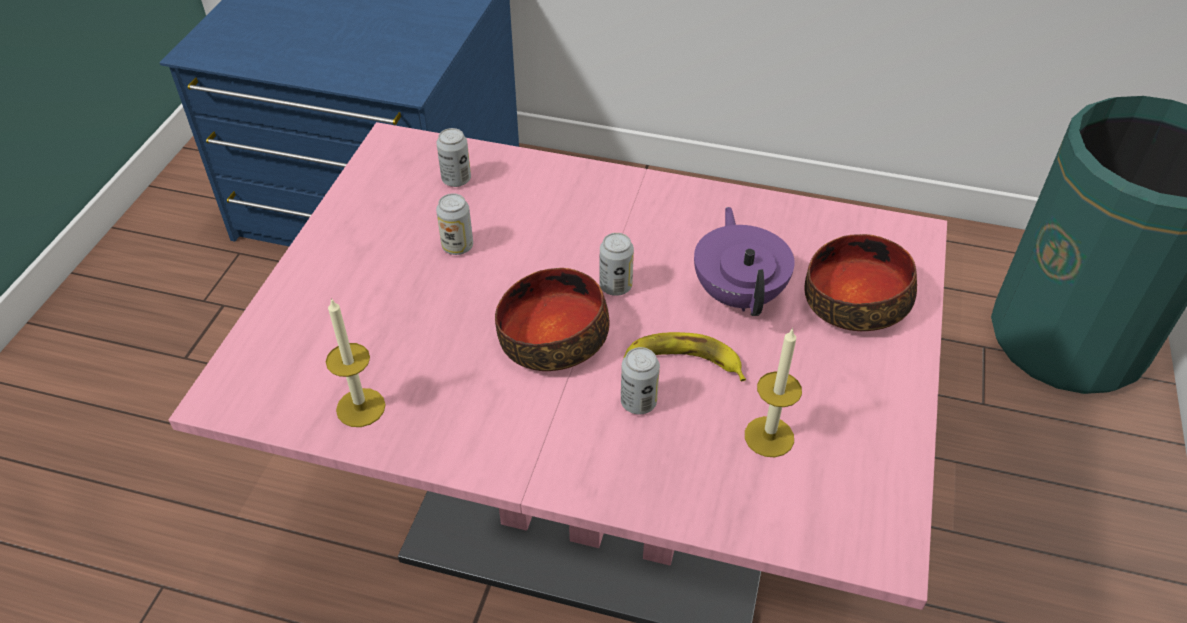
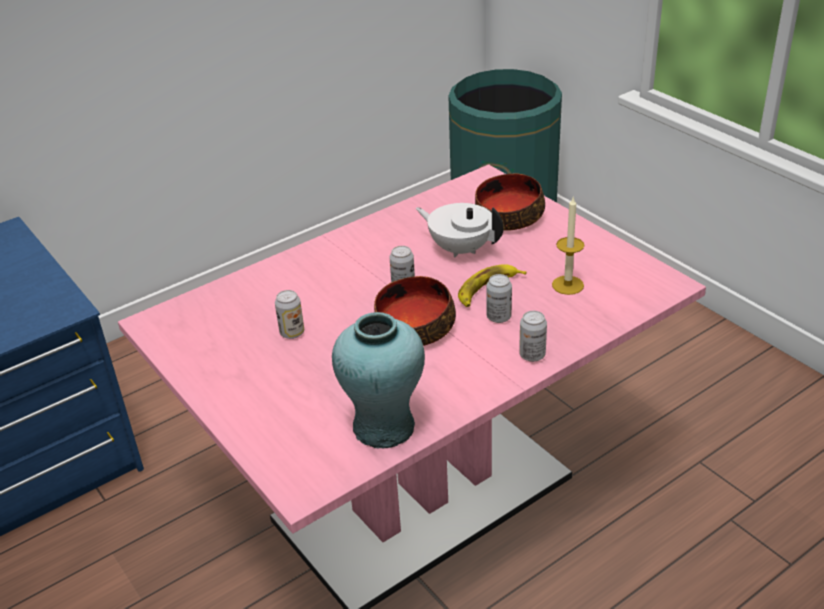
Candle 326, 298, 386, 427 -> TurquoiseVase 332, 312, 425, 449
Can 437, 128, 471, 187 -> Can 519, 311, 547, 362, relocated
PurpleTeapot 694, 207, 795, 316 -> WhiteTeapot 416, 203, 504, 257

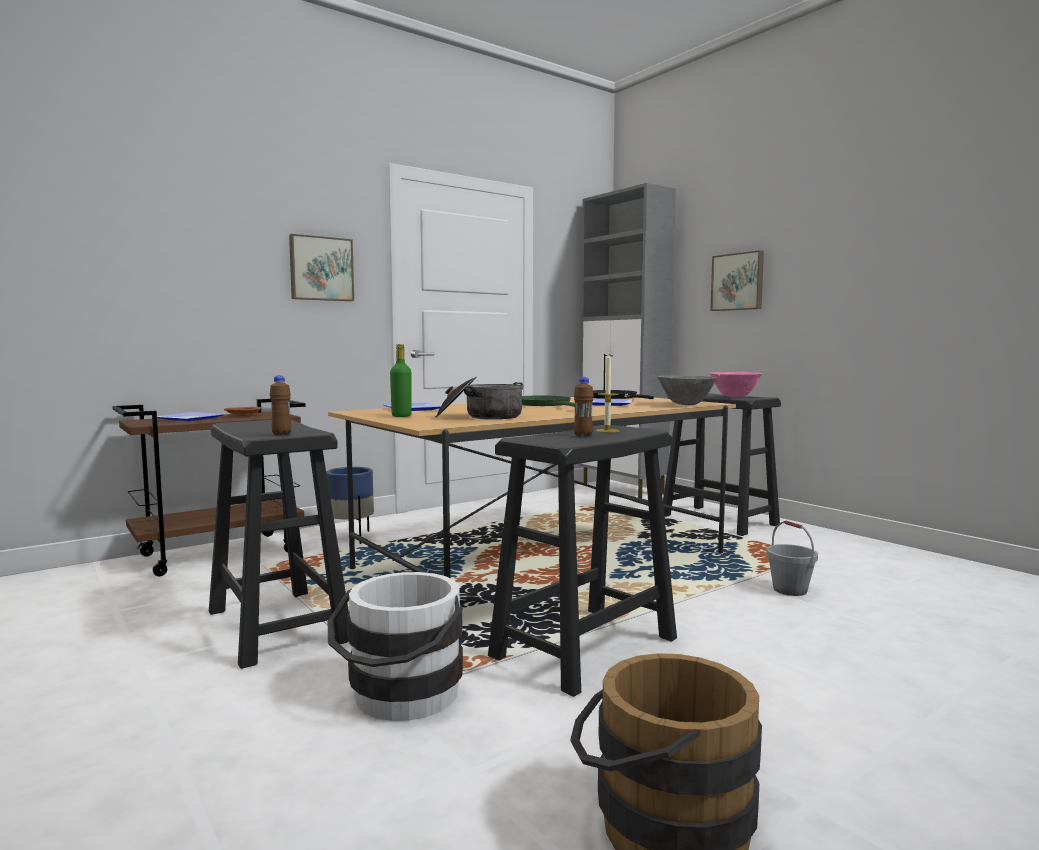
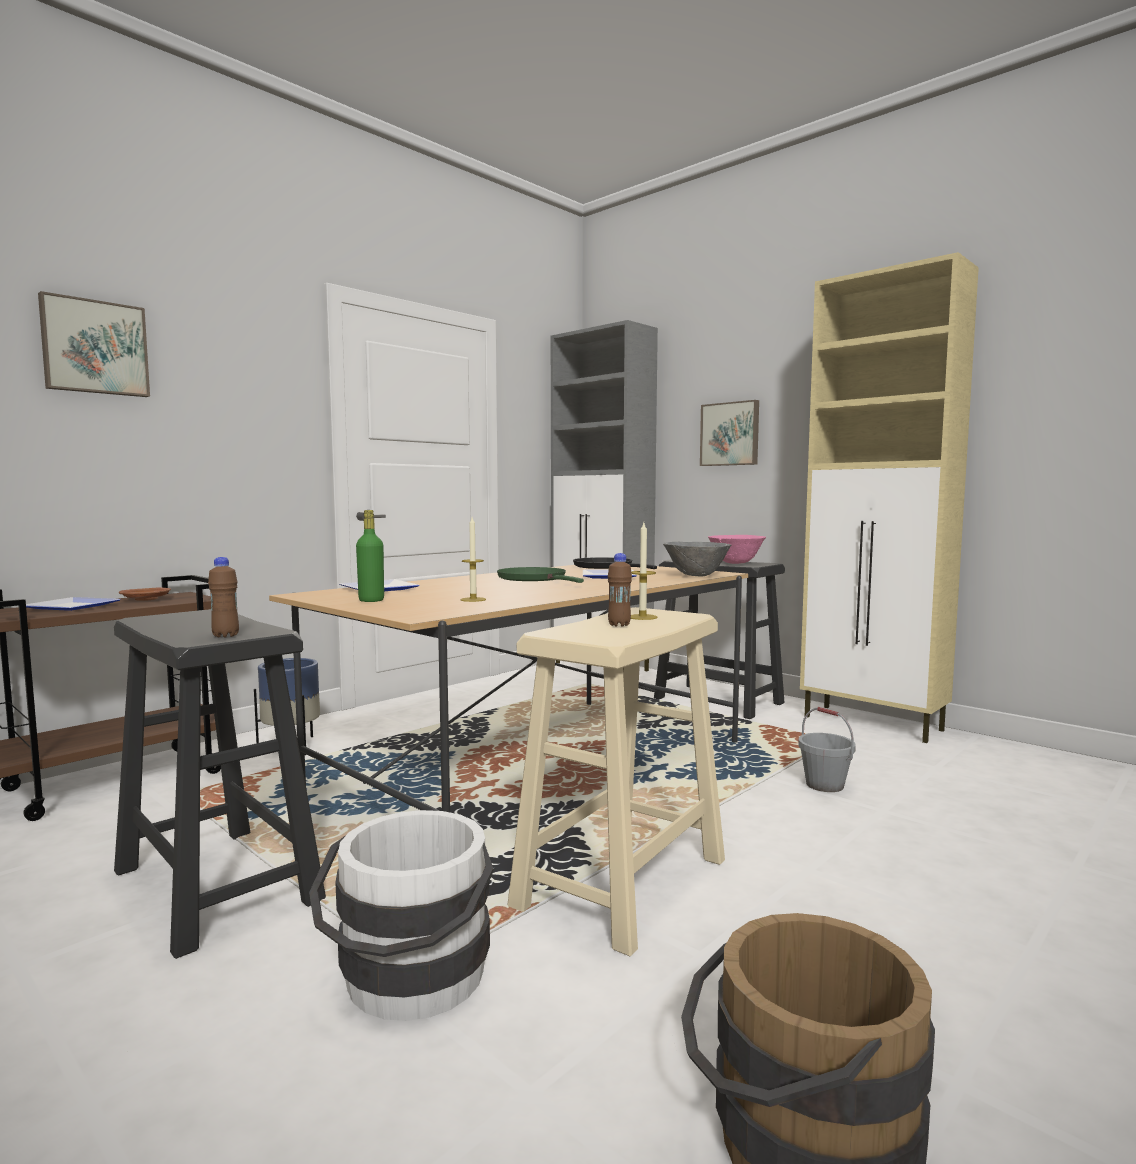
Picture 289, 234, 354, 301 -> Picture 38, 291, 150, 397, relocated
CookingPot 435, 377, 524, 419 -> Candle 461, 517, 486, 602
BlackStool 488, 425, 677, 697 -> BeigeStool 507, 607, 725, 956
none -> BeigeCabinet 800, 252, 979, 743

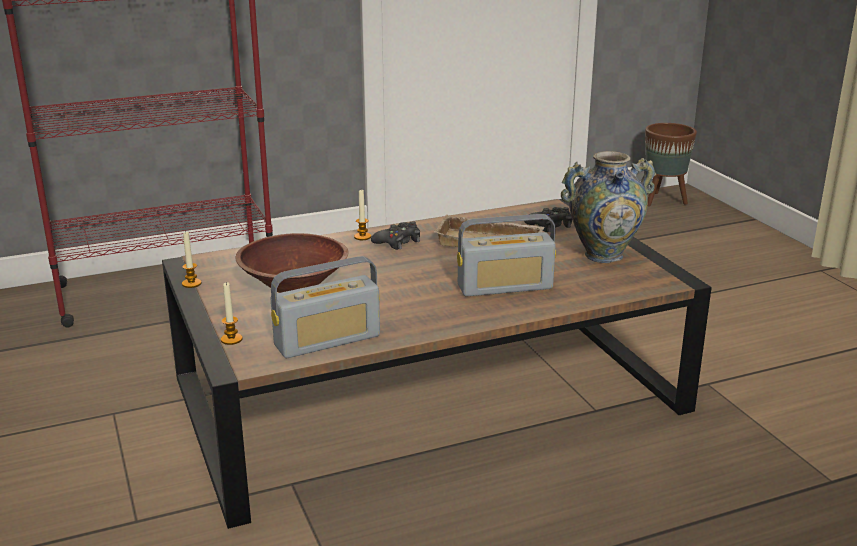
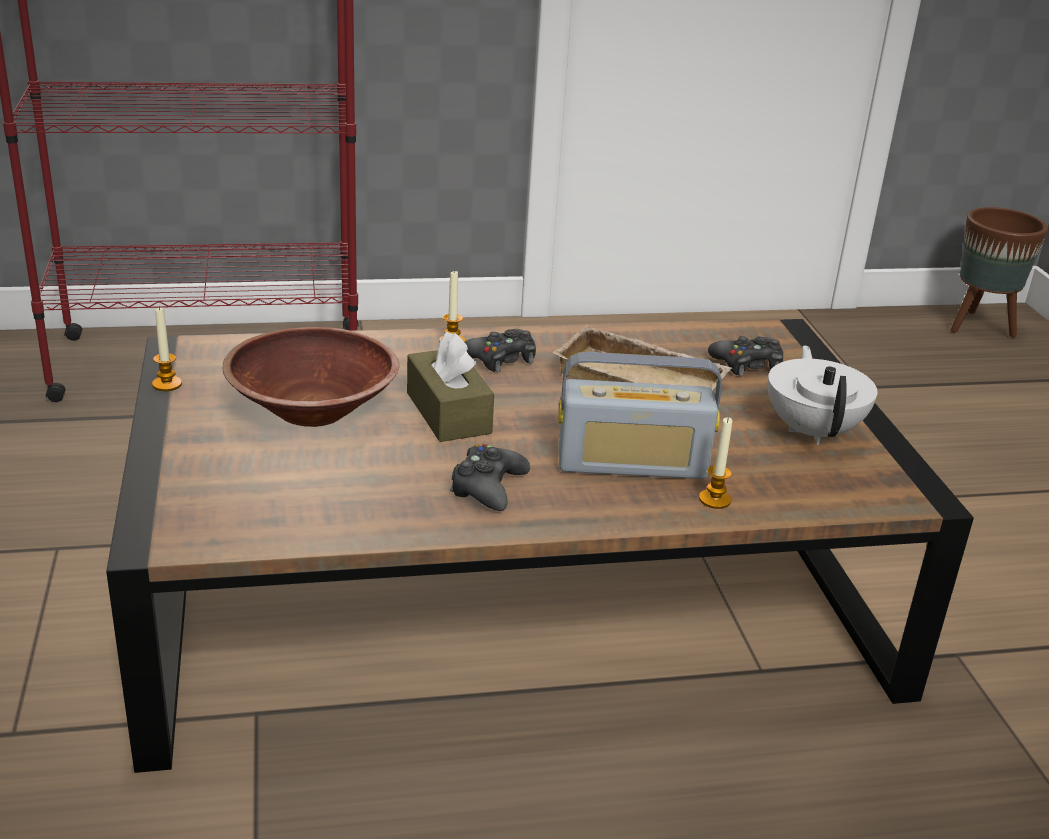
Candle 221, 282, 243, 345 -> Candle 699, 417, 732, 509, relocated
Radio 270, 256, 380, 358 -> none
Vase 561, 151, 656, 263 -> WhiteTeapot 768, 345, 878, 445
none -> BrownTissueBox 407, 332, 494, 442
none -> BlackGameController 450, 444, 530, 511

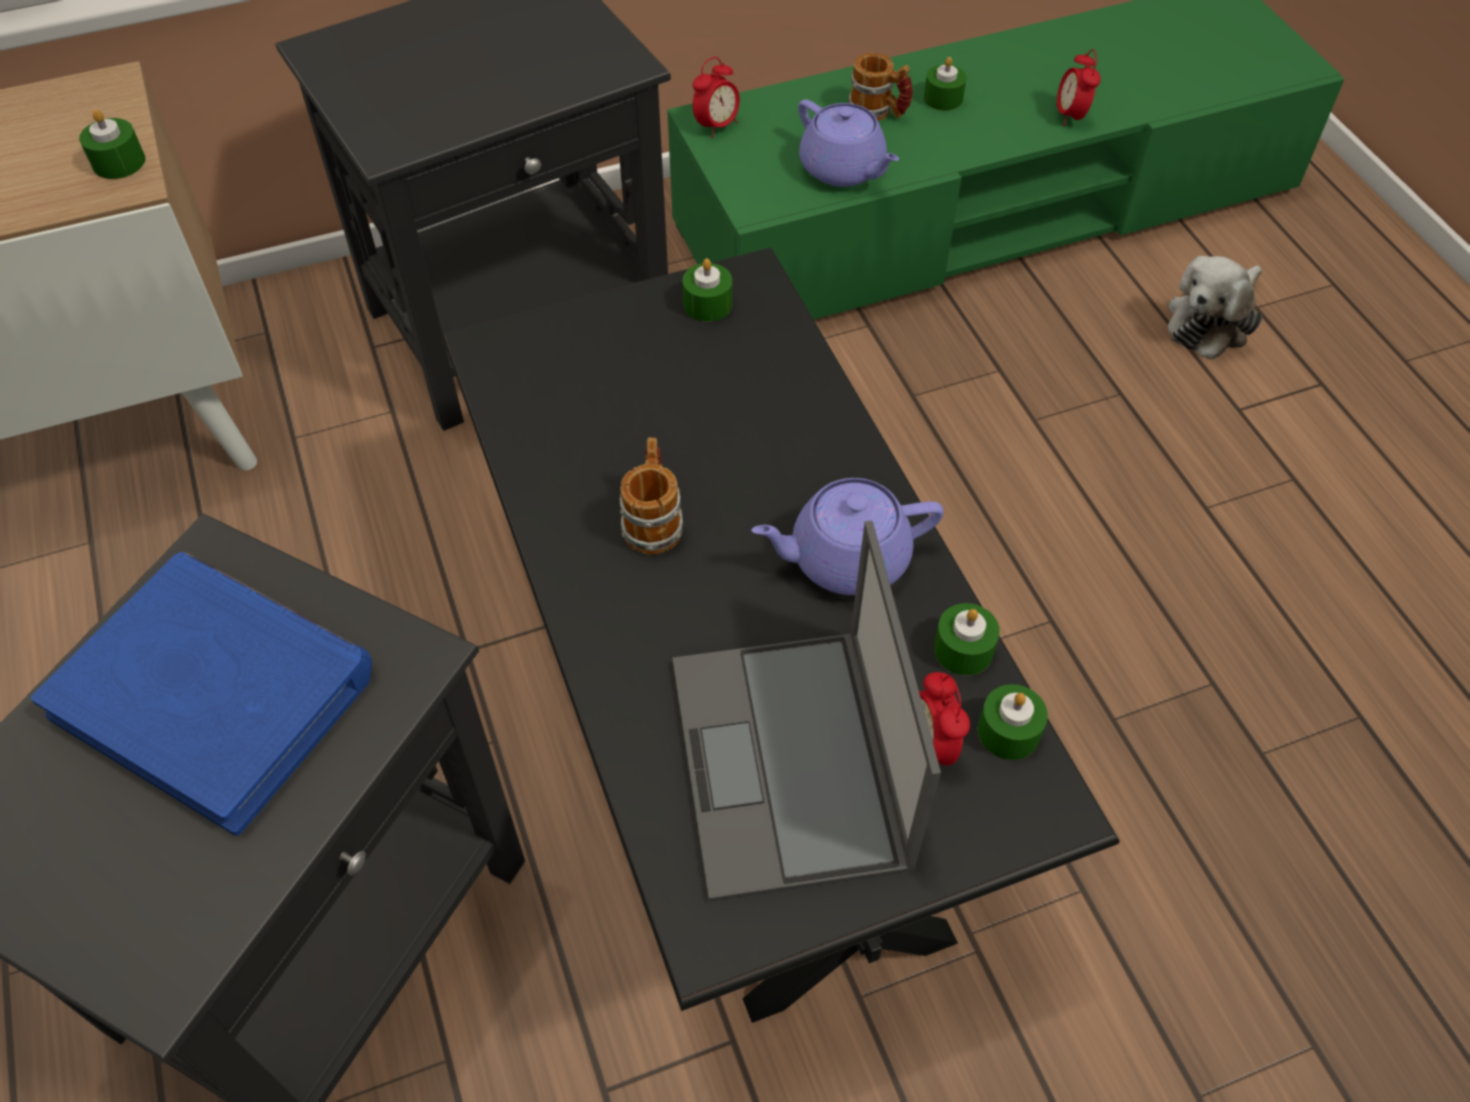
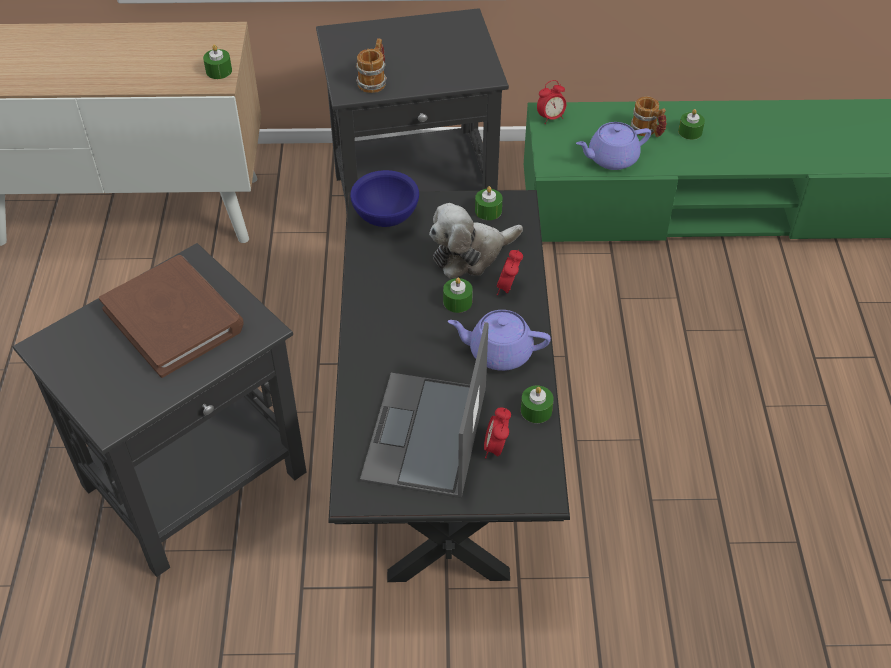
BlueBook 31, 552, 372, 836 -> BrownBook 99, 255, 244, 378
Mug 620, 437, 683, 554 -> Mug 356, 38, 387, 93, relocated
PurpleTeapot 798, 99, 899, 187 -> PurpleTeapot 576, 122, 651, 170, 90 degrees clockwise
GreenCandle 978, 684, 1048, 760 -> GreenCandle 443, 277, 473, 313, relocated
AlarmClock 1056, 49, 1101, 127 -> AlarmClock 496, 250, 523, 295, relocated
PlushToy 1168, 256, 1262, 360 -> PlushToy 429, 203, 523, 278, relocated
none -> BlueBowl 350, 170, 419, 227

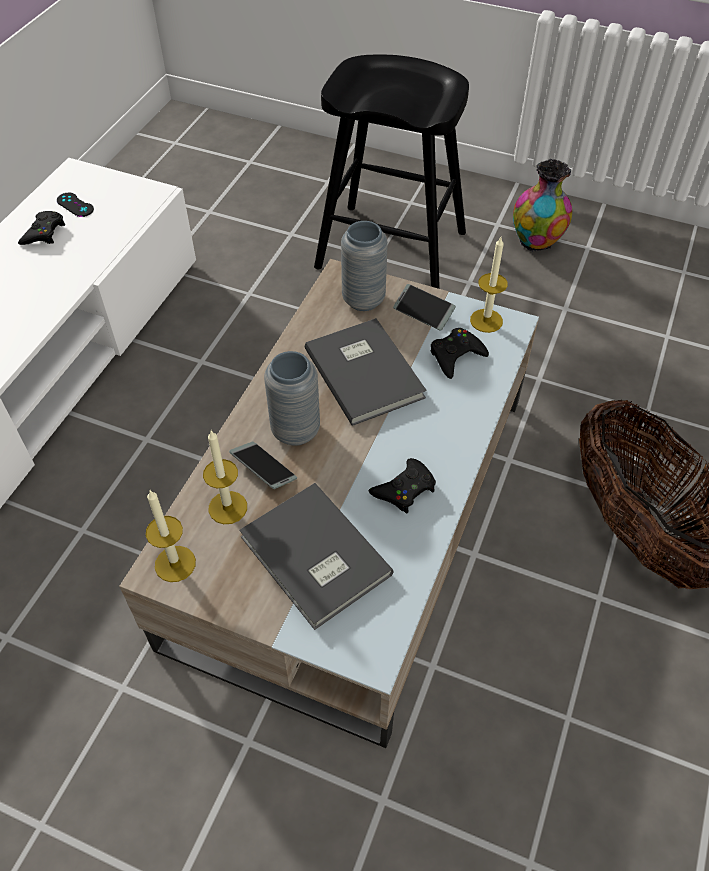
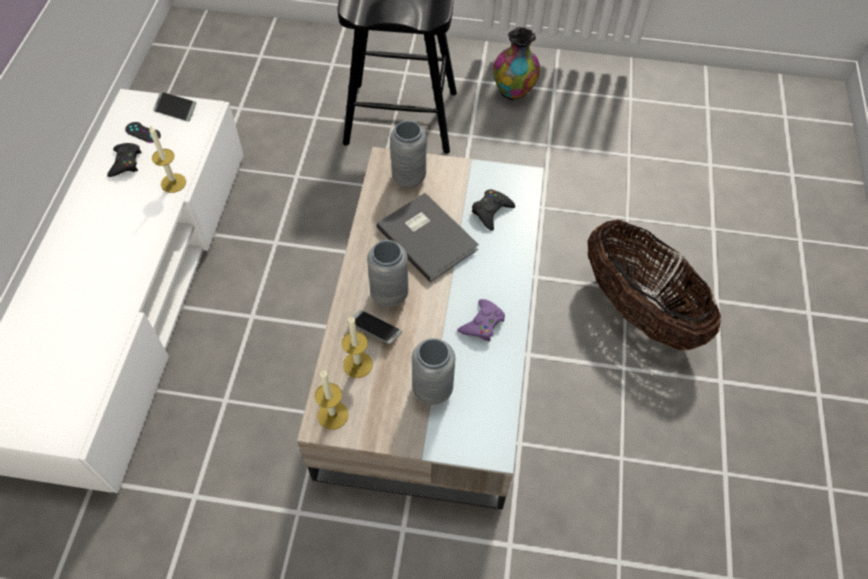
GreyBook 239, 483, 394, 630 -> GreyVase 412, 338, 455, 405
BlackGameController 369, 458, 436, 513 -> PurpleGameController 457, 299, 505, 342
Phone 393, 284, 456, 331 -> Phone 153, 92, 197, 122, relocated
Candle 470, 237, 508, 333 -> Candle 149, 126, 186, 193, relocated

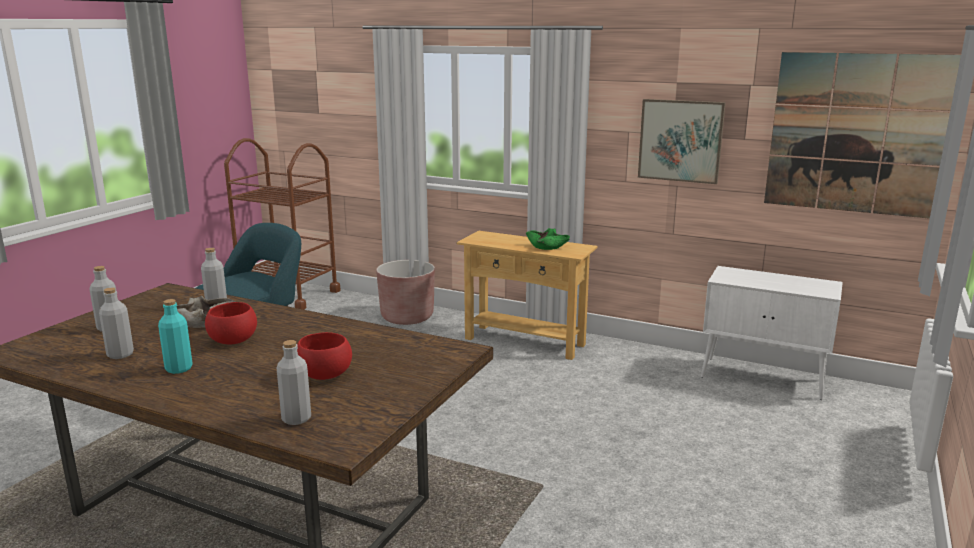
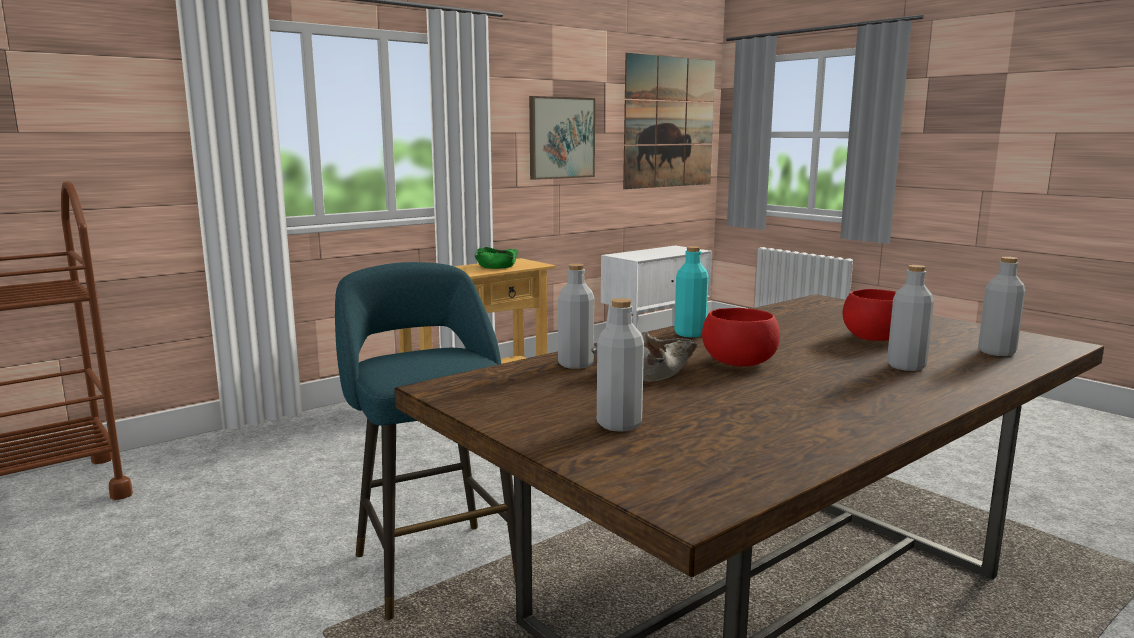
GreyBottle 99, 288, 134, 359 -> GreyBottle 887, 265, 934, 371, relocated
TurquoiseBottle 158, 299, 193, 374 -> TurquoiseBottle 674, 246, 709, 337, relocated
BrownPlanter 376, 260, 435, 325 -> none

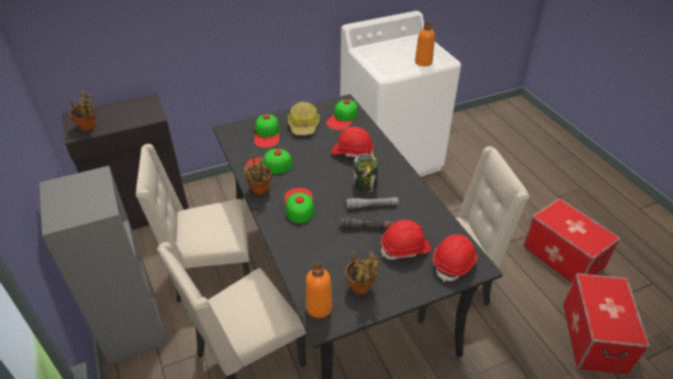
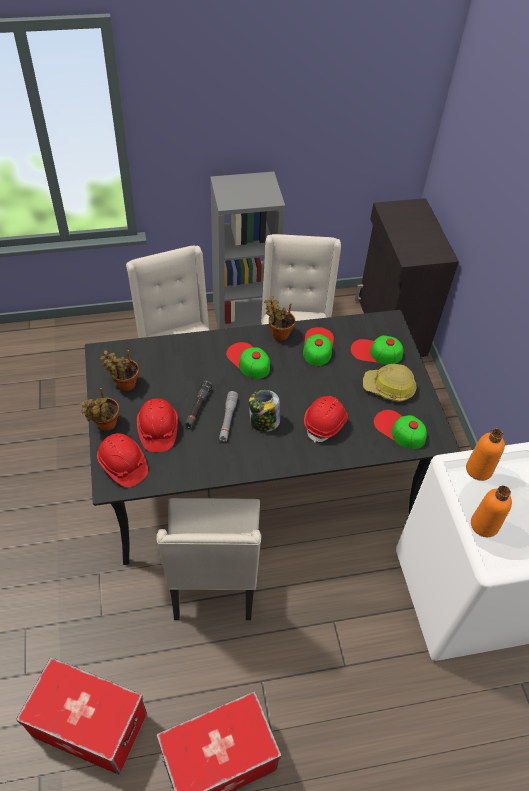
PottedPlant 68, 90, 95, 131 -> PottedPlant 80, 388, 119, 431, relocated
Cap 284, 188, 315, 223 -> Cap 226, 342, 270, 379, 135 degrees counterclockwise
OrangeBottle 306, 263, 333, 318 -> OrangeBottle 466, 429, 505, 481, relocated

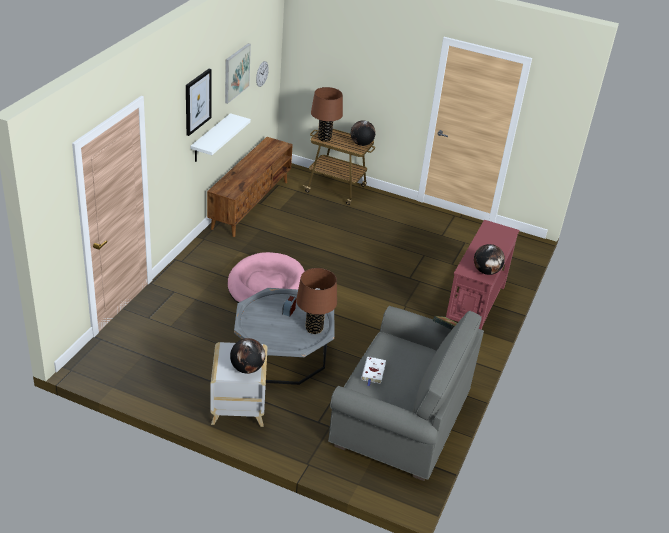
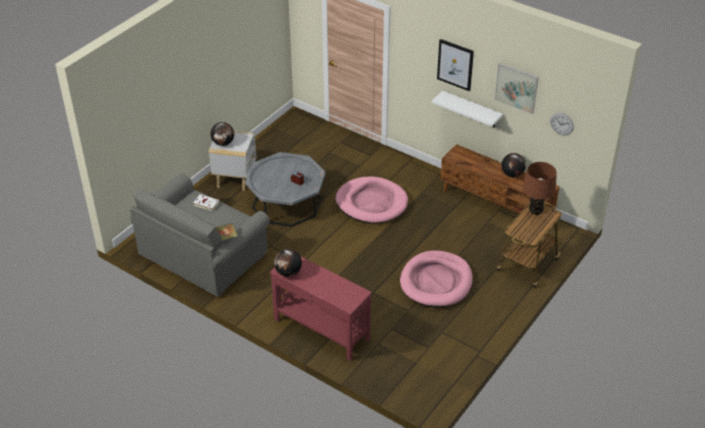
BrownTableLamp 296, 268, 337, 334 -> none
Globe 351, 120, 376, 146 -> Globe 501, 153, 526, 178, relocated
none -> PinkDogBed 400, 250, 473, 307

